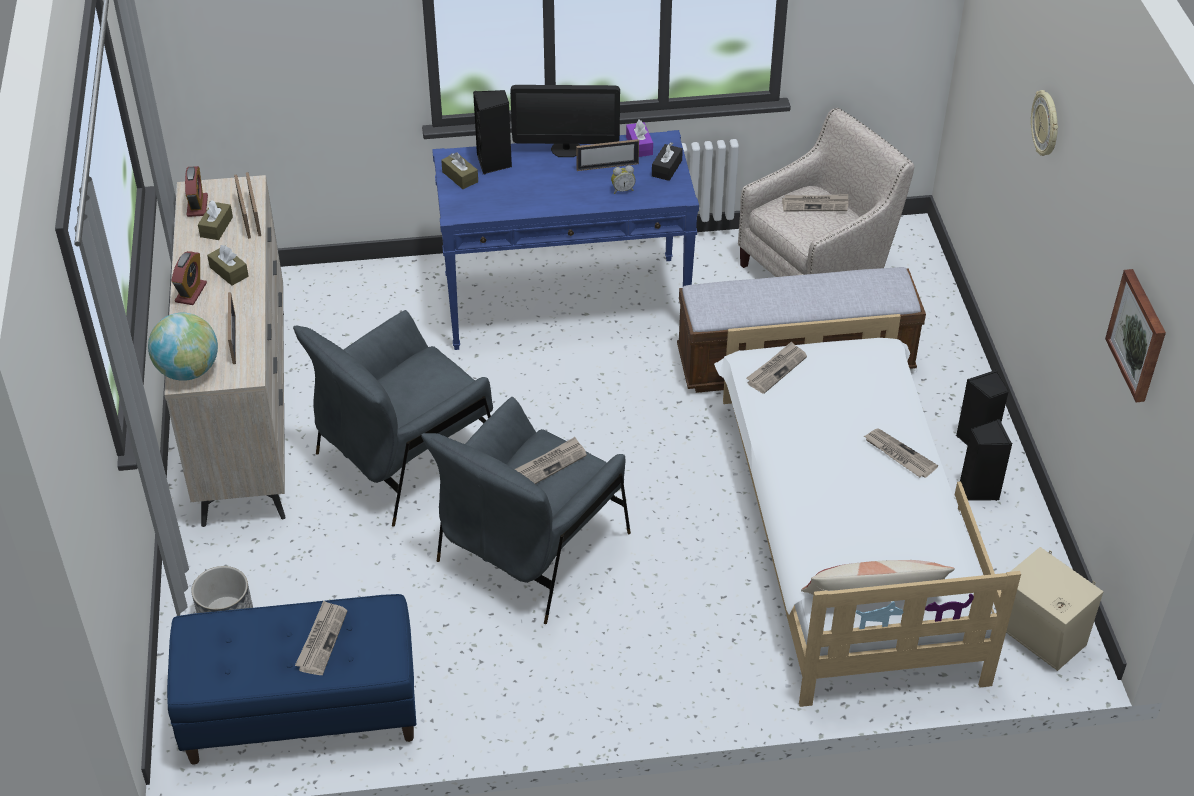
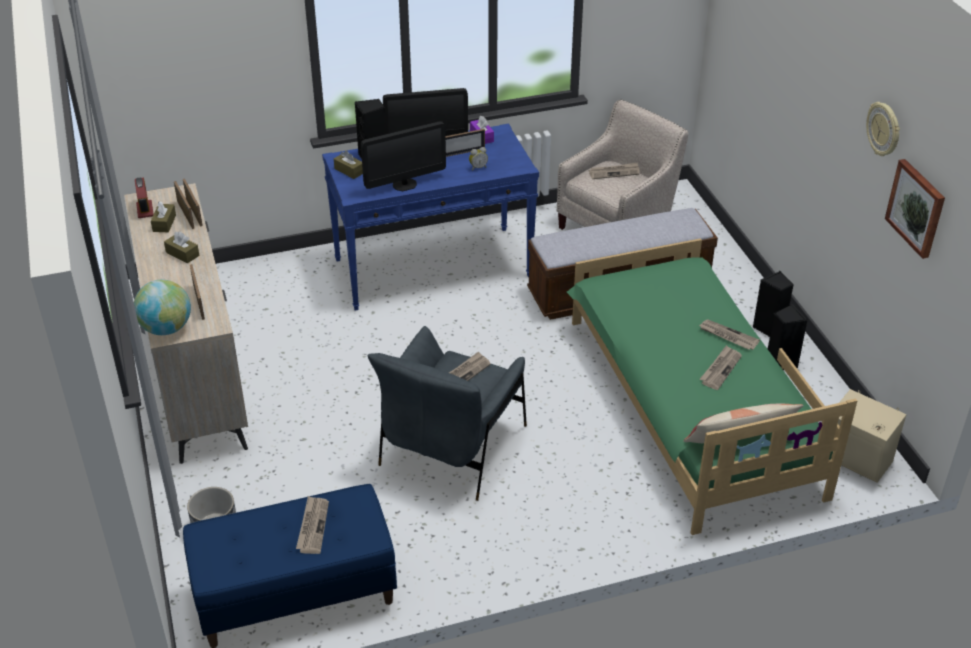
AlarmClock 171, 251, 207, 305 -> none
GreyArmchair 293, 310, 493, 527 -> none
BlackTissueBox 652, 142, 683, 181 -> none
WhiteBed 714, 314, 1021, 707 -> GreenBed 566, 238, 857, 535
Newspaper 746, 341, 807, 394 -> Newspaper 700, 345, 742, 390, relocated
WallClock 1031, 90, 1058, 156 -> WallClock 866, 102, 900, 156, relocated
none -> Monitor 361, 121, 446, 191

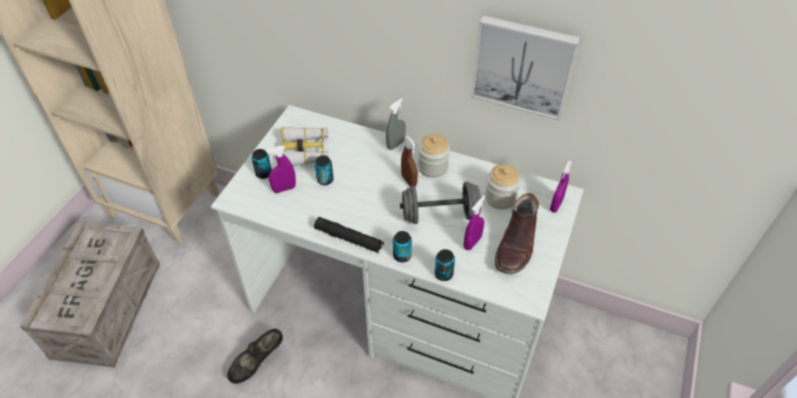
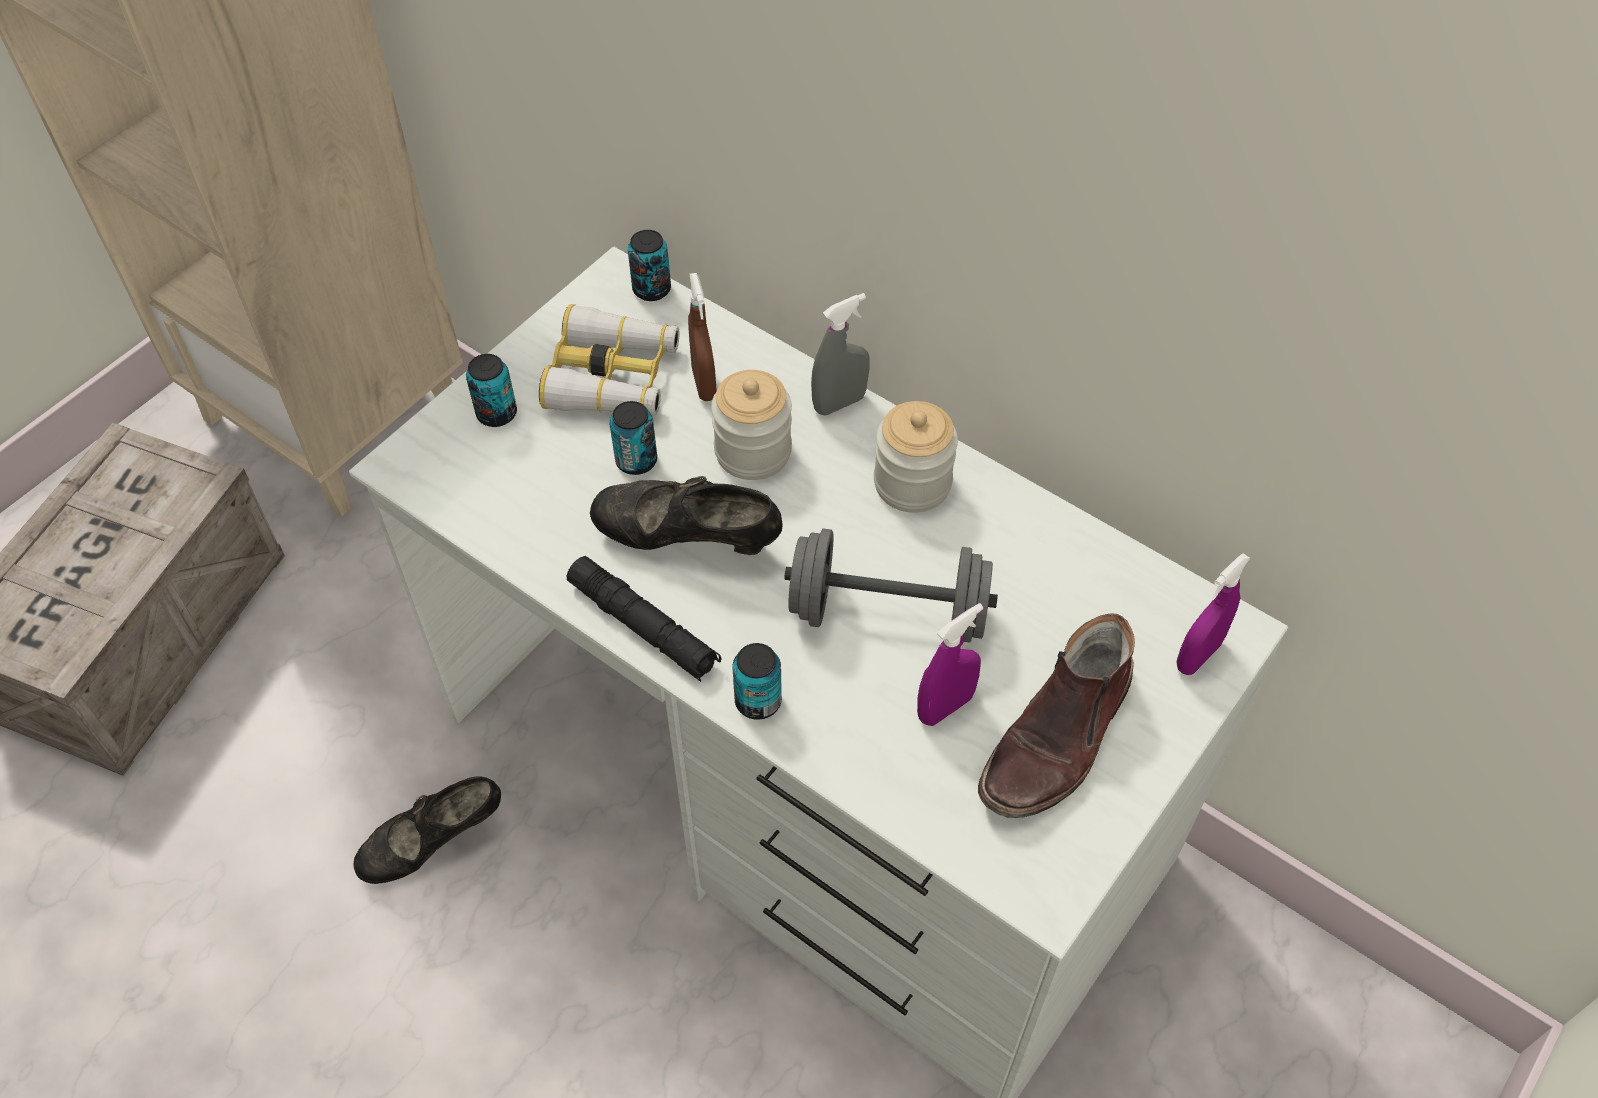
PurpleSprayBottle 266, 146, 296, 193 -> none
BrownSprayBottle 401, 136, 418, 187 -> BrownSprayBottle 688, 273, 717, 401, relocated
Can 435, 249, 455, 281 -> Can 628, 230, 671, 301, relocated
Picture 471, 15, 580, 120 -> none
Jar 485, 164, 521, 209 -> Jar 711, 370, 792, 480, relocated
none -> BlackShoe 590, 476, 783, 555

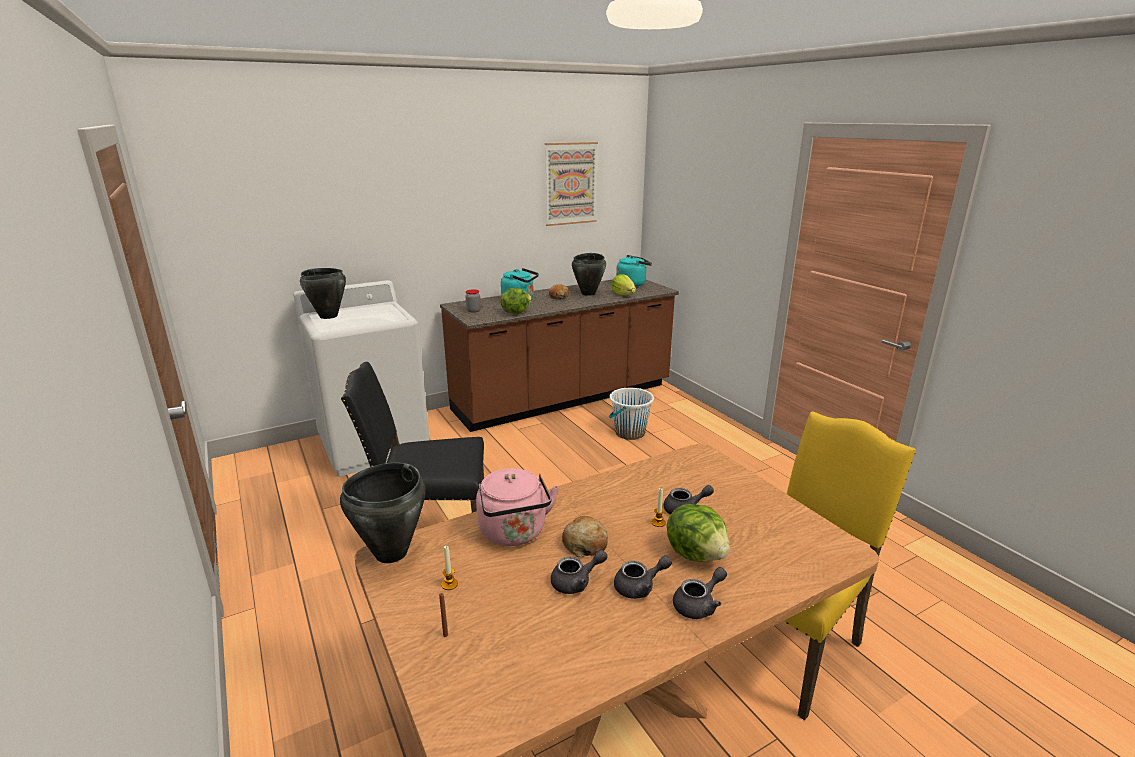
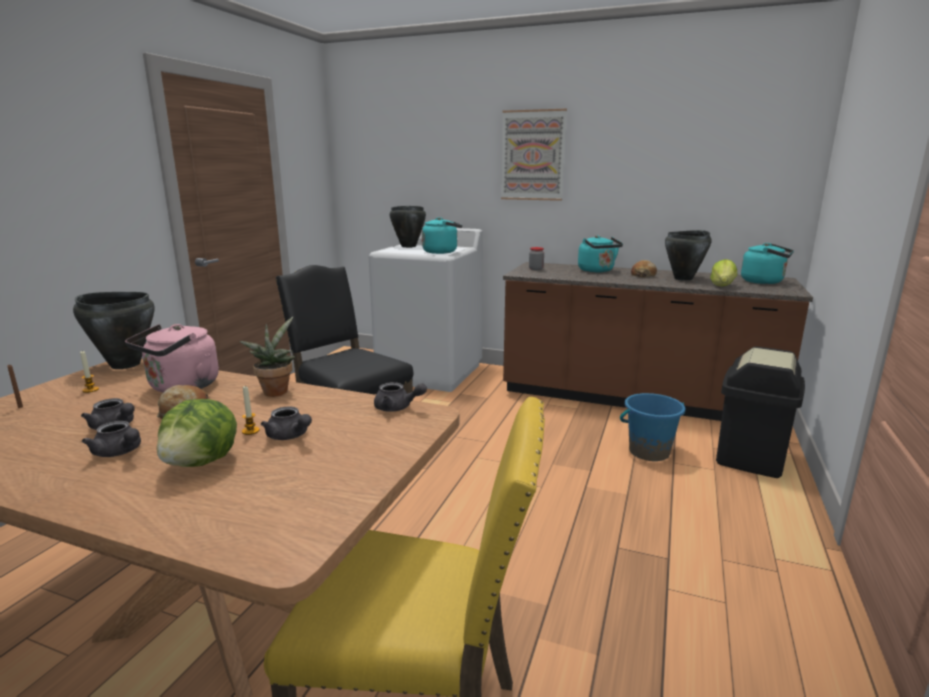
Lettuce 500, 288, 532, 314 -> none
Picture 545, 142, 598, 226 -> Picture 501, 109, 567, 201, relocated
WhiteBucket 609, 388, 654, 440 -> BlueBucket 620, 393, 685, 461
GreyTeapot 673, 567, 727, 619 -> GreyTeapot 374, 382, 427, 412, relocated
none -> PottedPlant 239, 317, 295, 397
none -> TurquoiseKettle 422, 217, 462, 254
none -> BlackTrashCan 716, 347, 805, 478

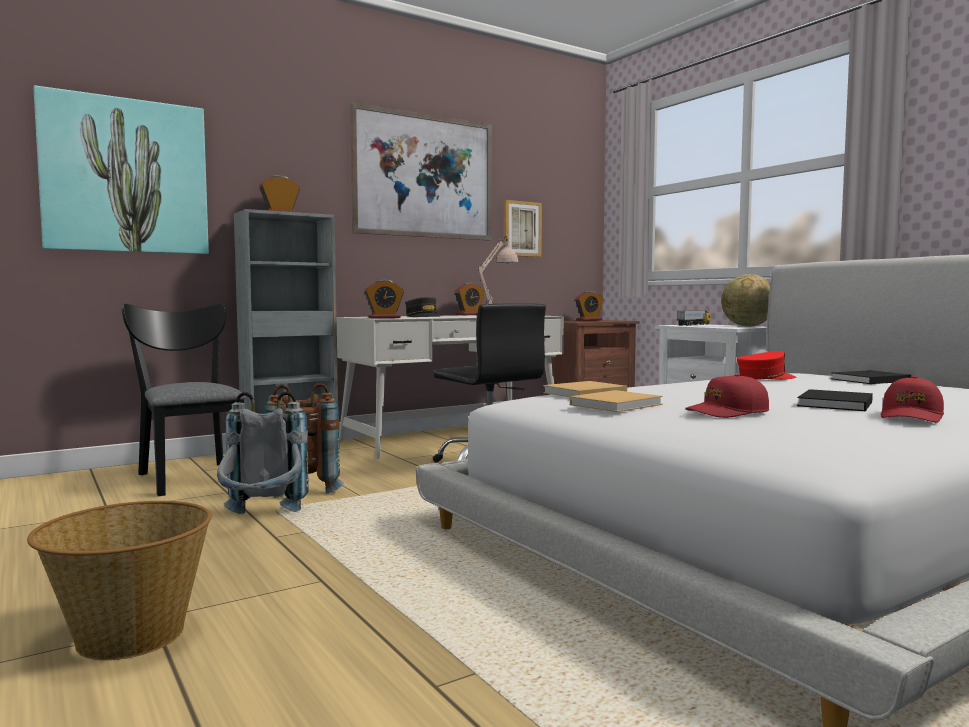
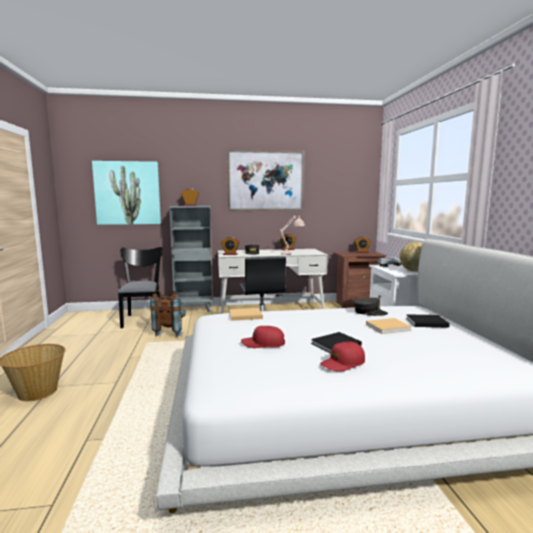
GreyBackpack 217, 391, 309, 514 -> none
Picture 504, 200, 542, 257 -> none
BeigeBook 570, 390, 663, 412 -> BeigeBook 366, 318, 412, 334, relocated
RedCap 737, 351, 797, 380 -> GreyCap 353, 298, 388, 316

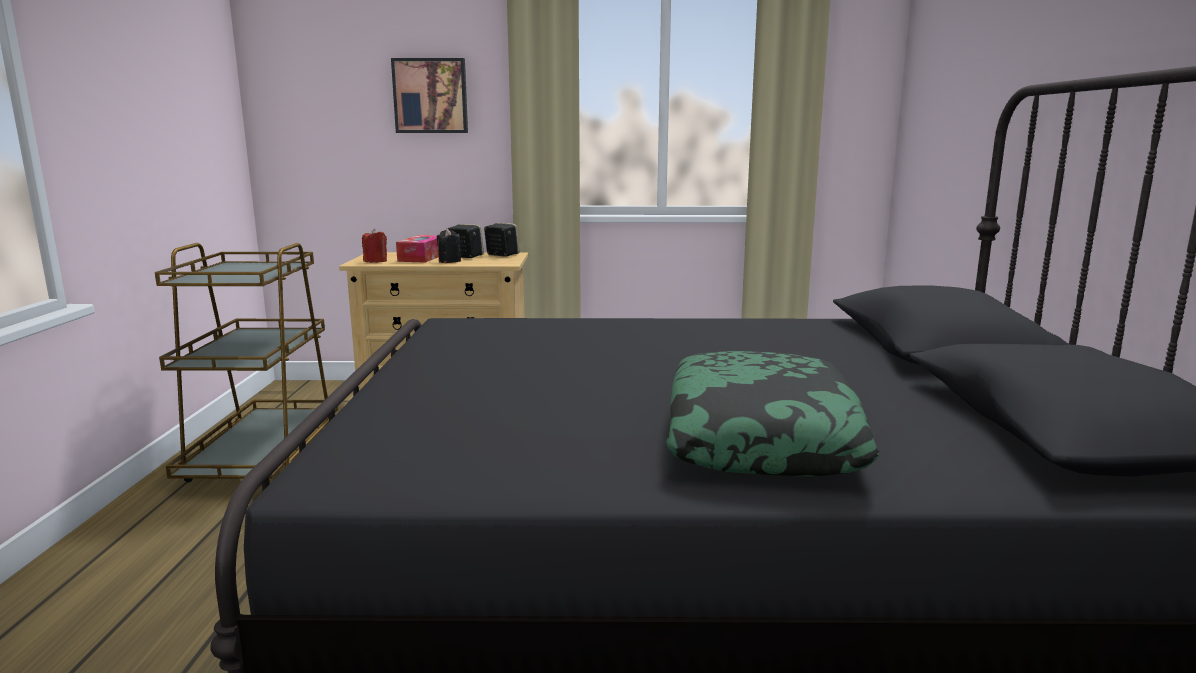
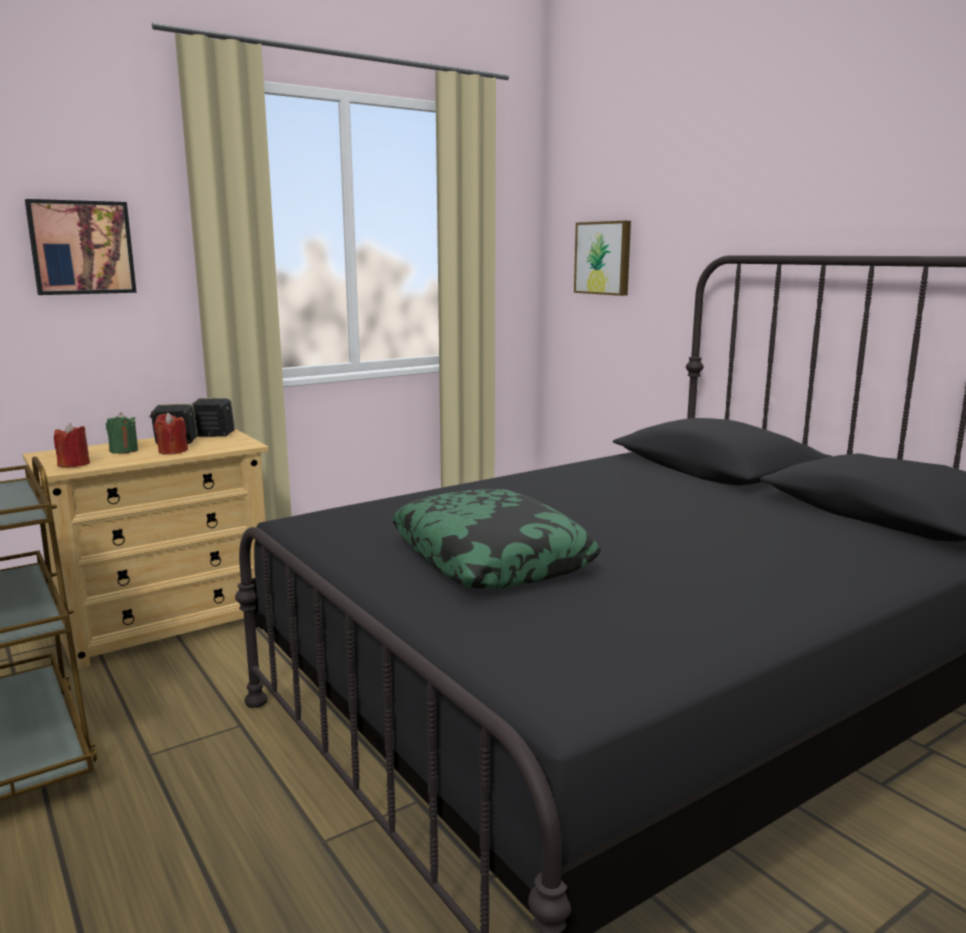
TissueBox 396, 235, 439, 263 -> GreenCandle 106, 412, 138, 454
BlackCandle 437, 229, 461, 263 -> RedCandle 154, 413, 188, 454
Pillow 666, 351, 879, 477 -> Pillow 392, 489, 601, 589, relocated
none -> Picture 574, 221, 631, 296

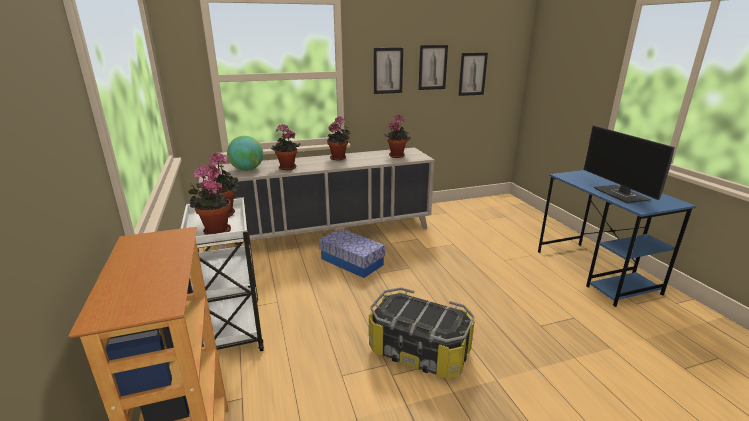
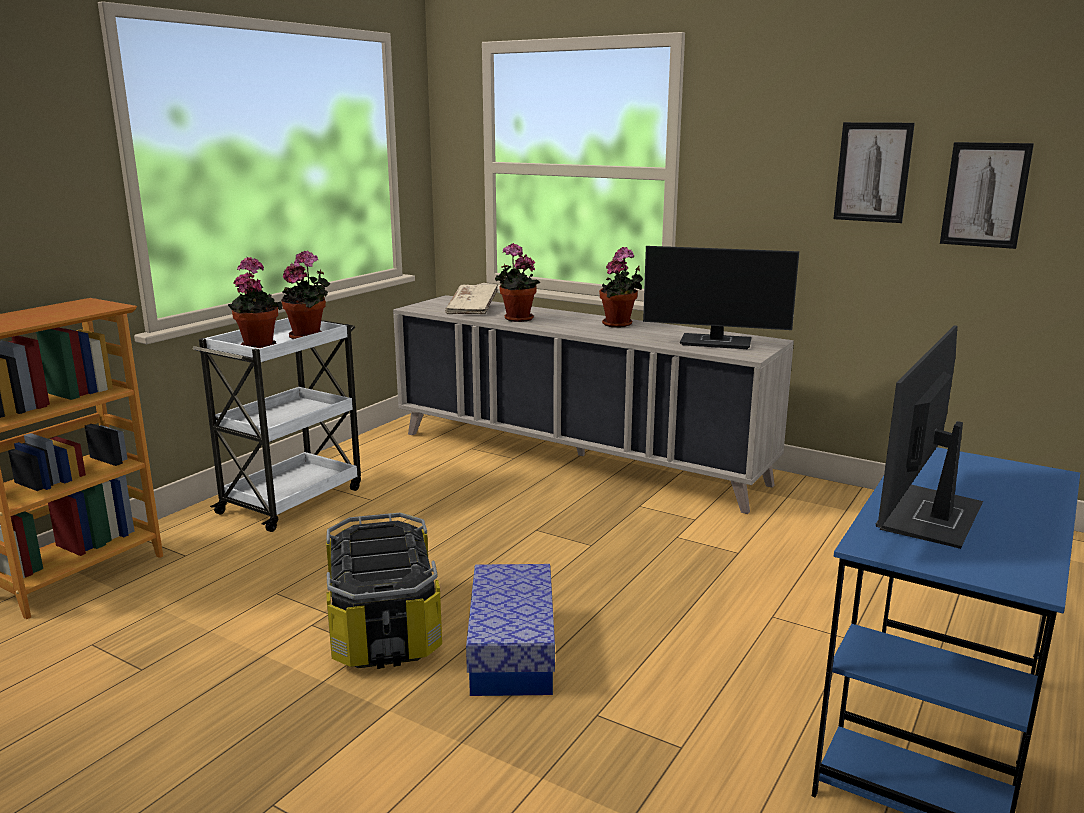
Globe 227, 136, 263, 171 -> BeigeBook 445, 284, 498, 314
StorageBox 319, 229, 385, 278 -> StorageBox 466, 564, 555, 696, relocated
Picture 374, 48, 403, 94 -> none
PottedPlant 384, 114, 411, 158 -> Monitor 643, 246, 799, 349

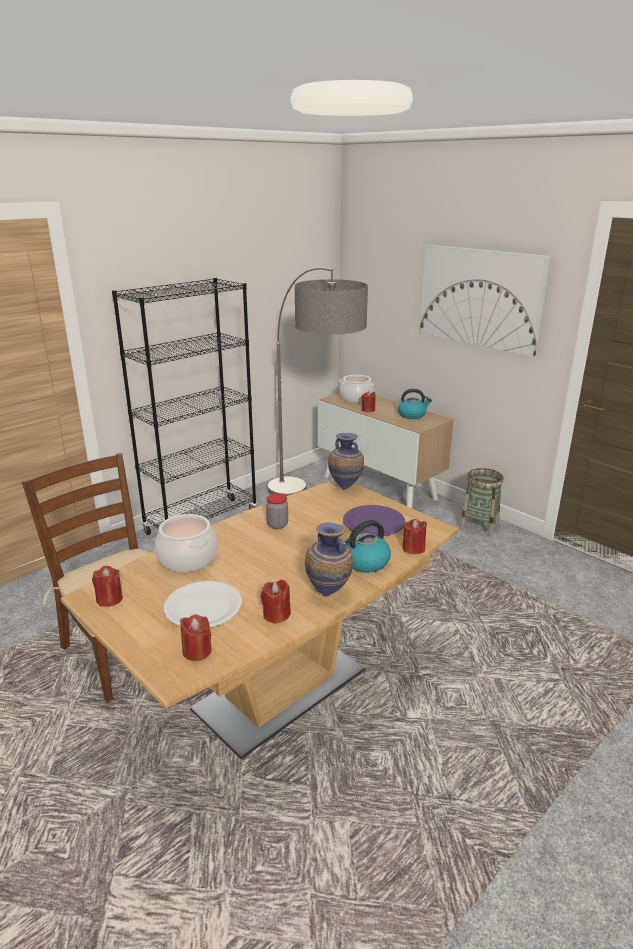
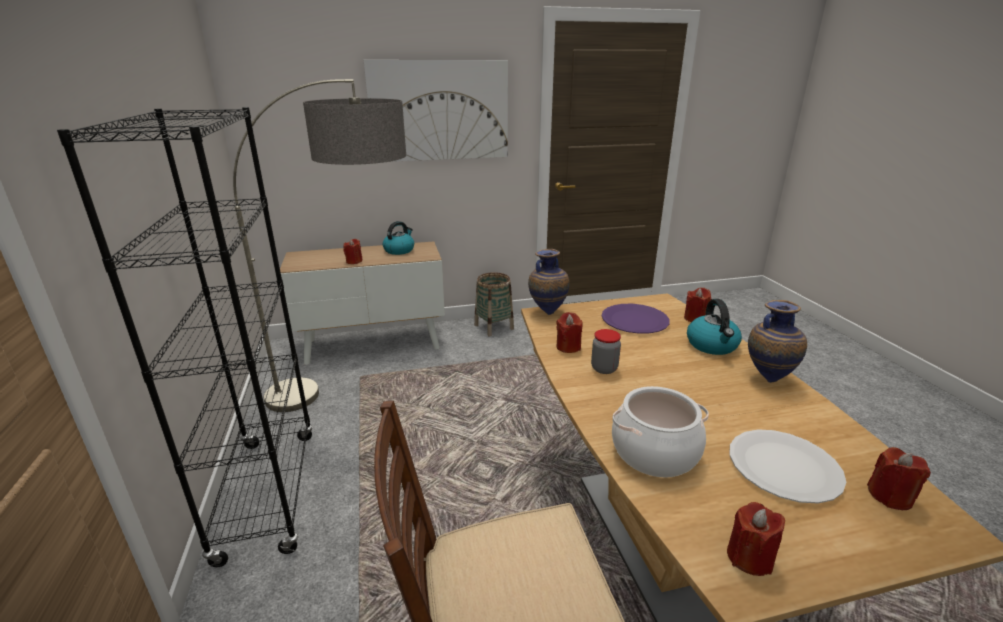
RedCandle 260, 580, 291, 624 -> RedCandle 556, 312, 582, 353, relocated
CookingPot 339, 375, 375, 403 -> none

